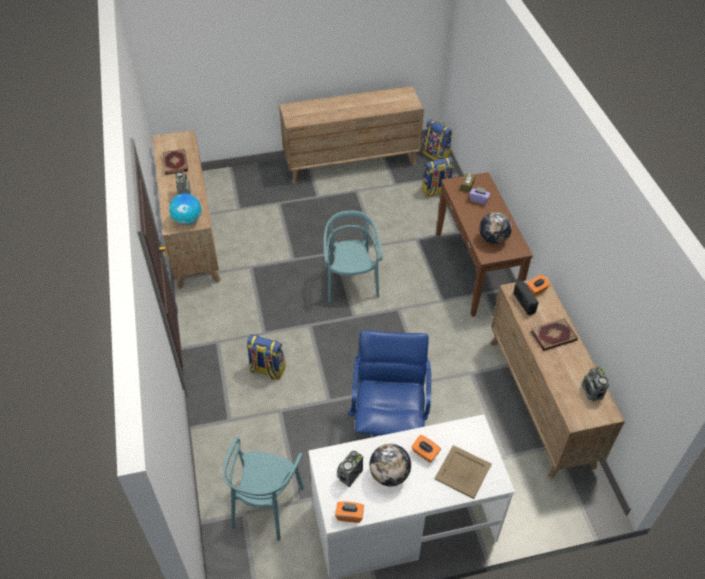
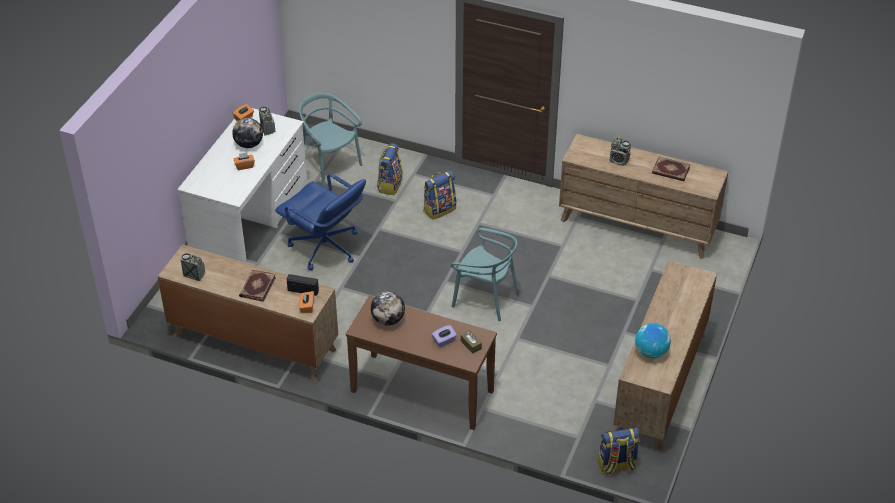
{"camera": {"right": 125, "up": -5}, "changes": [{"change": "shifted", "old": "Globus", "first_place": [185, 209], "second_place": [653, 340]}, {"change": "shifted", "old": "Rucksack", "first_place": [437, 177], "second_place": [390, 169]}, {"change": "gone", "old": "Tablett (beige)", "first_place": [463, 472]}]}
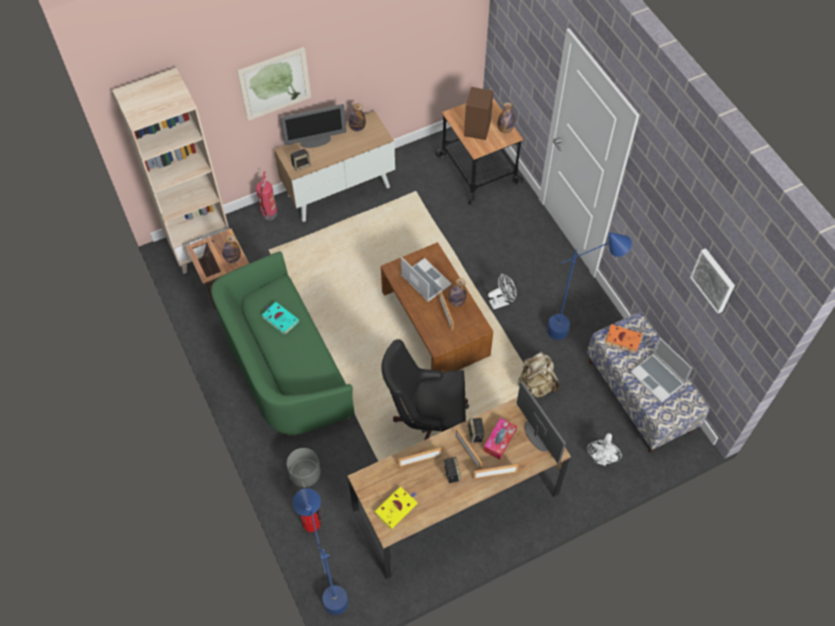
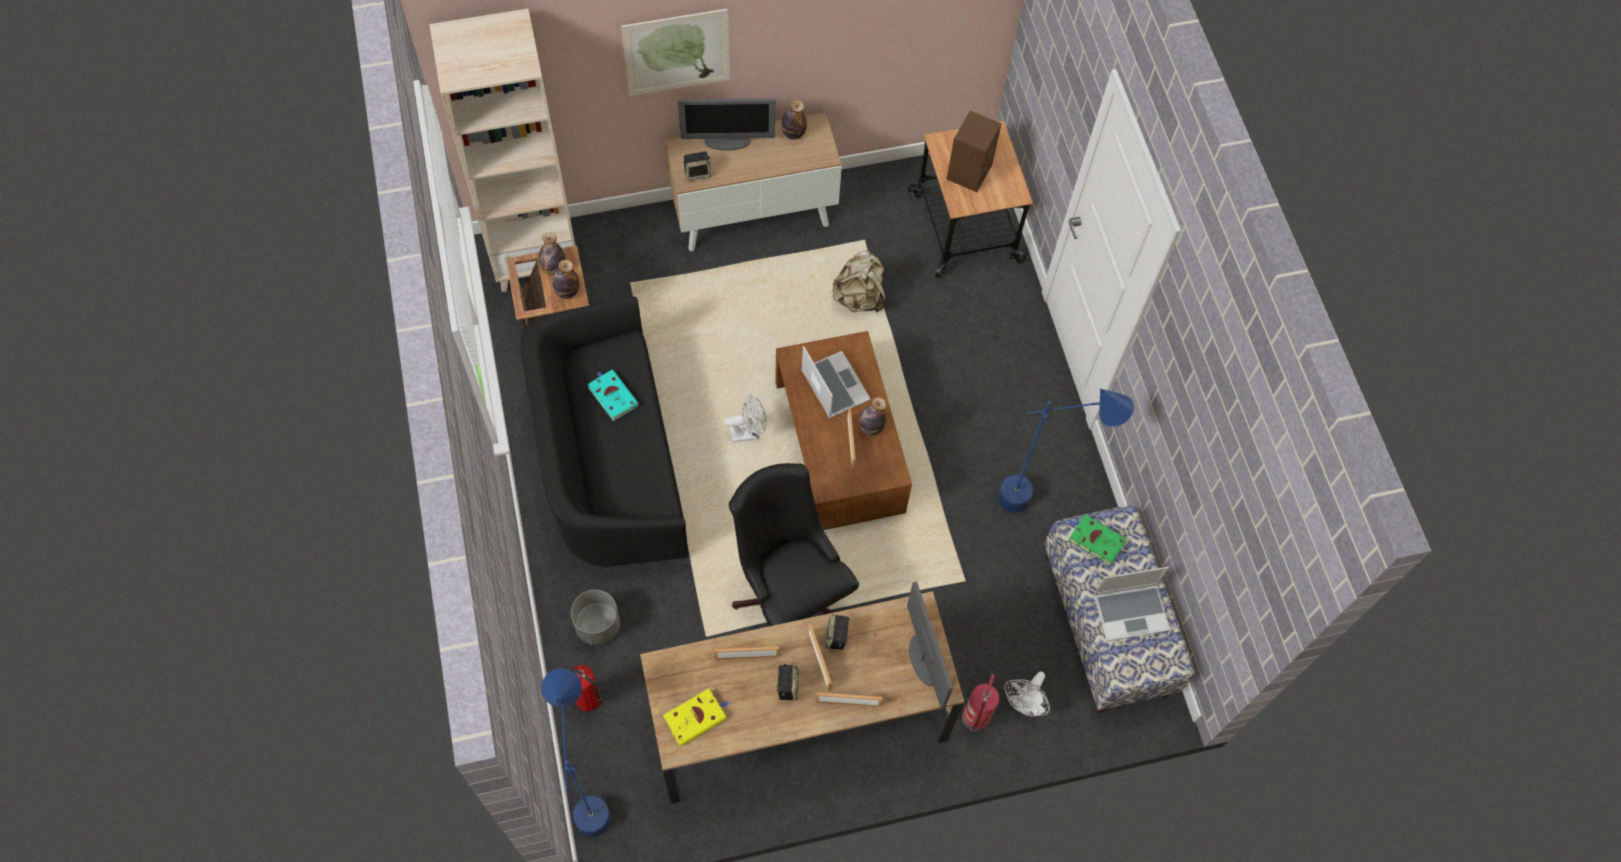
{"camera": {"right": 10, "up": 5}, "changes": [{"change": "repainted", "old": "Sofa (grün)", "new": "Sofa (schwarz)", "first_place": [283, 343], "second_place": [604, 432]}, {"change": "shifted", "old": "Feuerlöscher", "first_place": [266, 196], "second_place": [980, 703]}, {"change": "rotated", "old": "Bürostuhl (schwarz)", "first_place": [425, 389], "second_place": [794, 544], "degrees": 45}, {"change": "gone", "old": "Taschentuchbox", "first_place": [500, 438]}, {"change": "shifted", "old": "Ventilator (weiß)", "first_place": [502, 291], "second_place": [745, 418]}, {"change": "shifted", "old": "Flasche", "first_place": [506, 117], "second_place": [552, 253]}, {"change": "shifted", "old": "Rucksack (beige)", "first_place": [538, 375], "second_place": [859, 281]}, {"change": "repainted", "old": "Buch (orange)", "new": "Buch (grün)", "first_place": [621, 338], "second_place": [1097, 540]}, {"change": "rotated", "old": "Laptop", "first_place": [661, 370], "second_place": [1132, 604], "degrees": -75}, {"change": "gone", "old": "Bild", "first_place": [712, 281]}]}
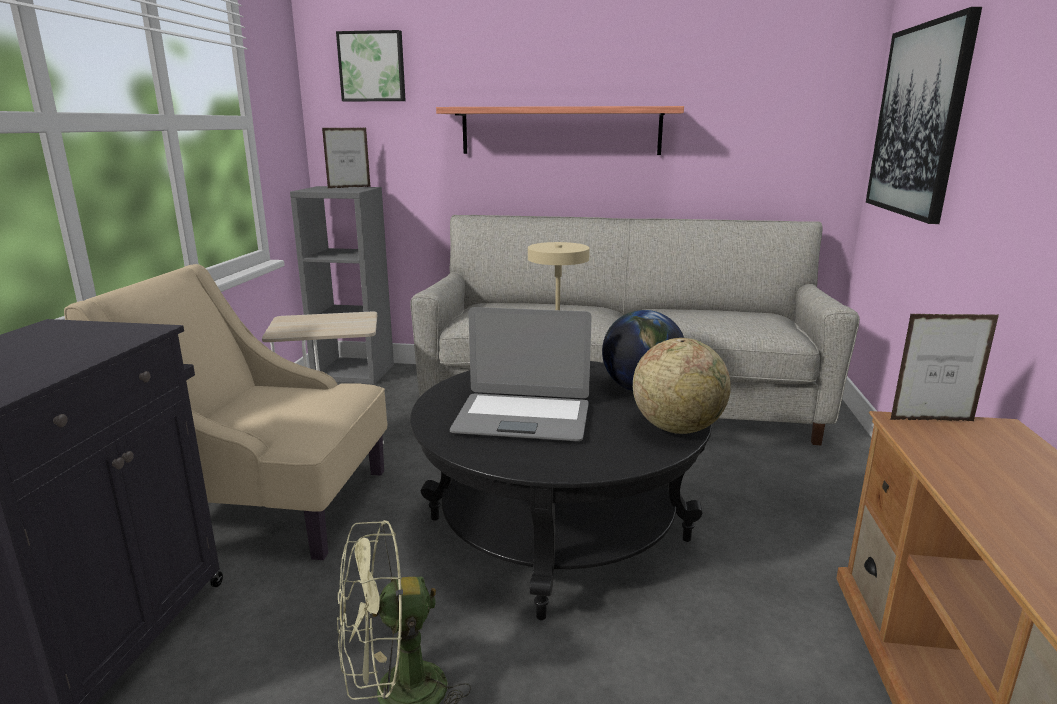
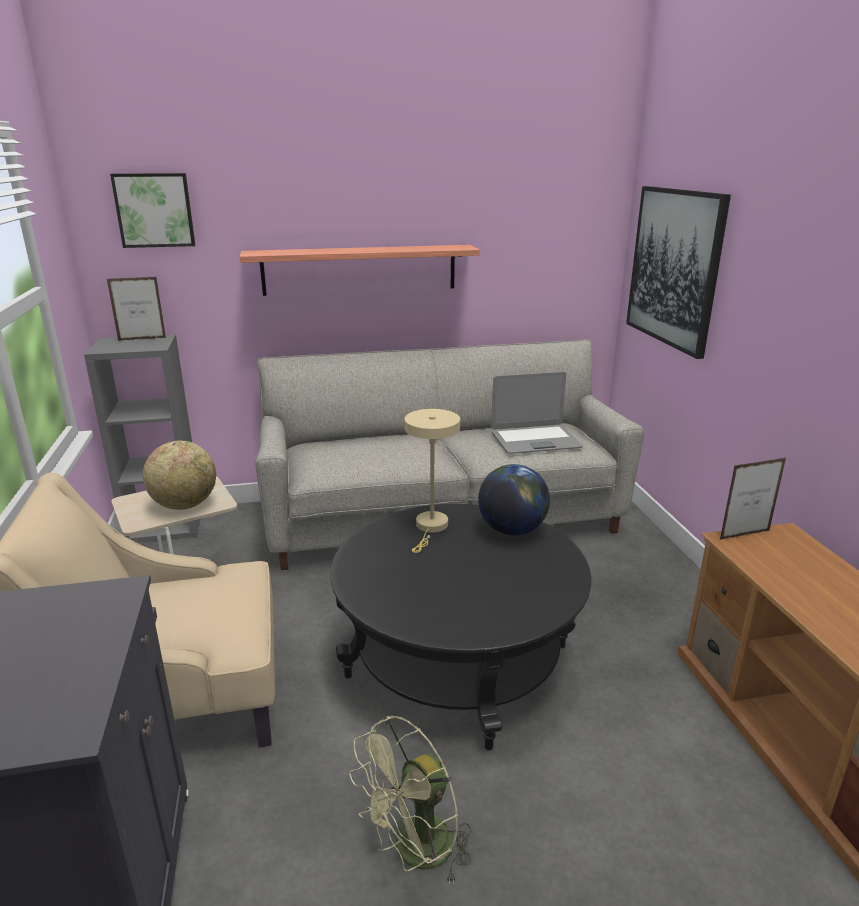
{"camera": {"right": -20, "up": 5}, "changes": [{"change": "rotated", "old": "Bilderrahmen", "first_place": [346, 158], "second_place": [136, 309], "degrees": -150}, {"change": "shifted", "old": "Laptop", "first_place": [521, 374], "second_place": [537, 413]}, {"change": "shifted", "old": "Globus", "first_place": [682, 386], "second_place": [179, 475]}]}
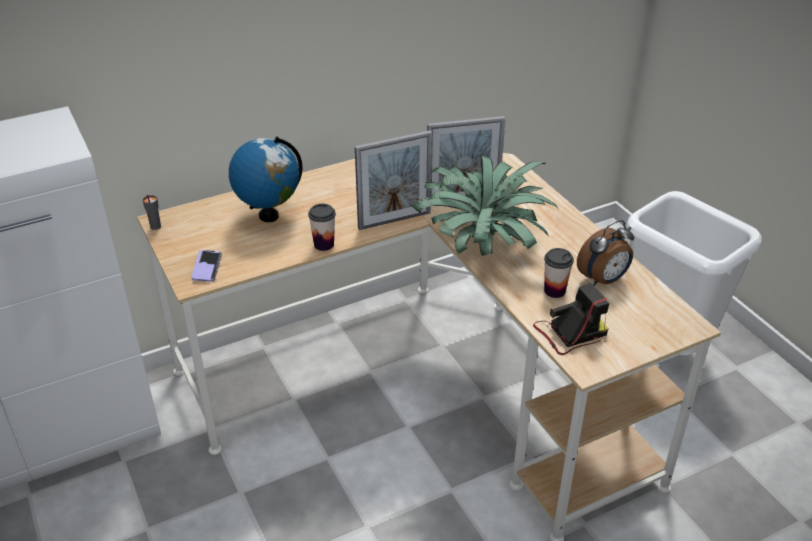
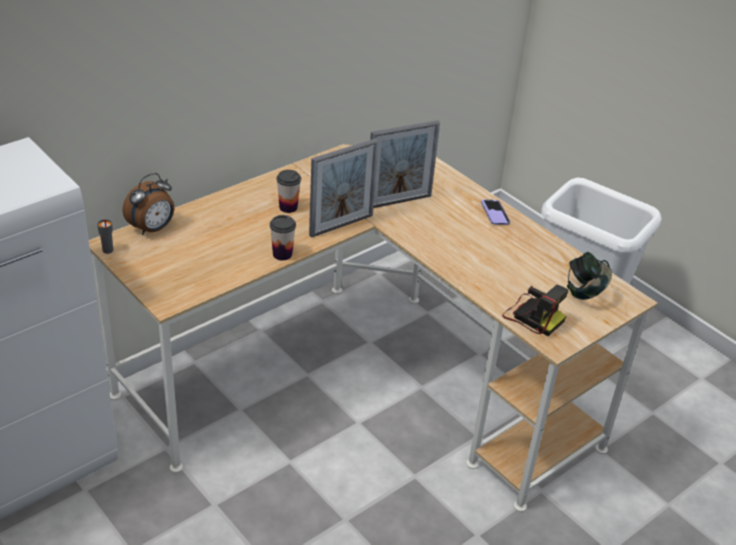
{"camera": {"right": -15, "up": 0}, "changes": [{"change": "shifted", "old": "Handy", "first_place": [206, 266], "second_place": [495, 212]}, {"change": "gone", "old": "Globus", "first_place": [266, 179]}, {"change": "gone", "old": "Topfpflanze", "first_place": [485, 205]}, {"change": "rotated", "old": "Kamera", "first_place": [571, 319], "second_place": [535, 310], "degrees": 75}, {"change": "shifted", "old": "Tasse", "first_place": [559, 273], "second_place": [288, 191]}, {"change": "shifted", "old": "Wecker", "first_place": [605, 253], "second_place": [149, 204]}, {"change": "new", "new": "Kopfhörer", "second_place": [589, 276]}]}
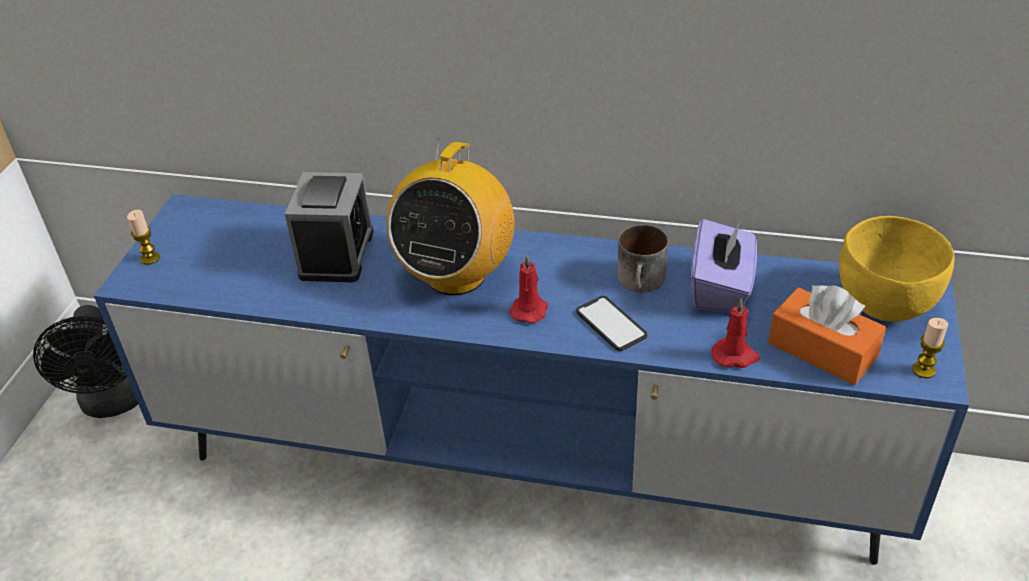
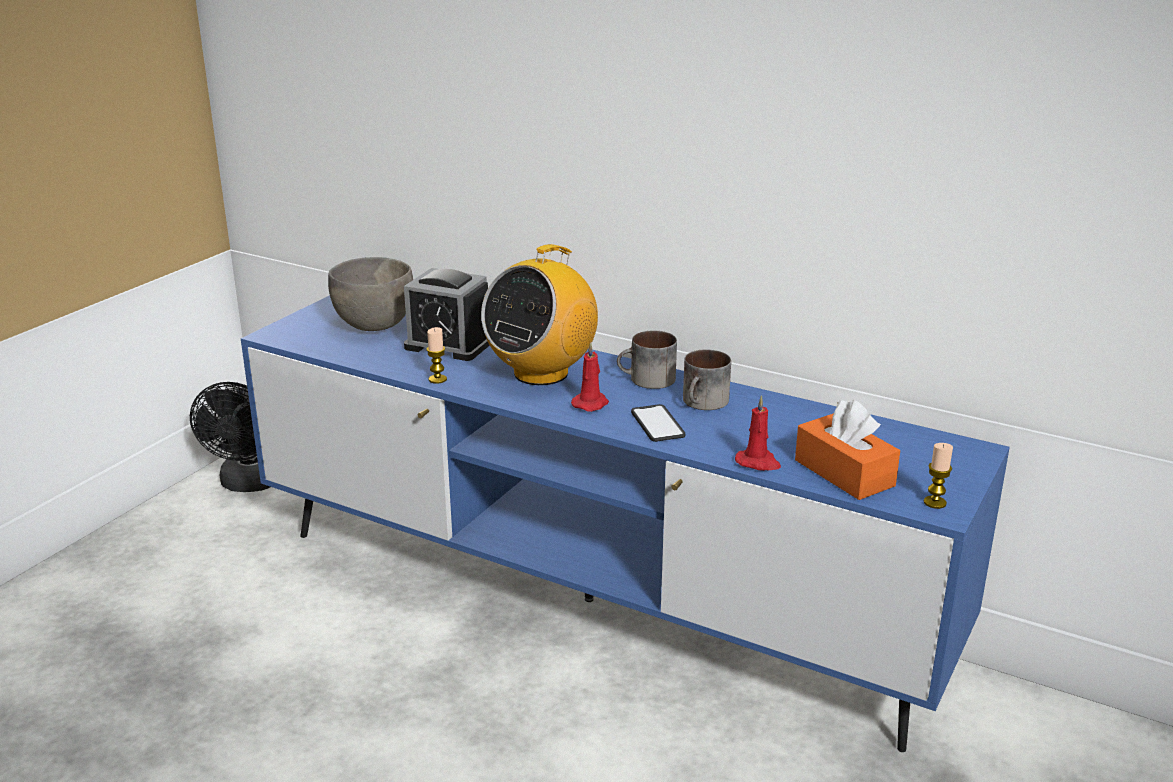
{"camera": {"right": 15, "up": -15}, "changes": [{"change": "shifted", "old": "Kerze", "first_place": [143, 237], "second_place": [436, 355]}, {"change": "rotated", "old": "Wecker", "first_place": [329, 227], "second_place": [447, 314], "degrees": 90}, {"change": "gone", "old": "Taschentuchbox (lila)", "first_place": [724, 266]}, {"change": "gone", "old": "Schüssel (gelb)", "first_place": [897, 269]}, {"change": "new", "new": "Schüssel (grau)", "second_place": [370, 294]}, {"change": "new", "new": "Henkelbecher", "second_place": [647, 360]}]}
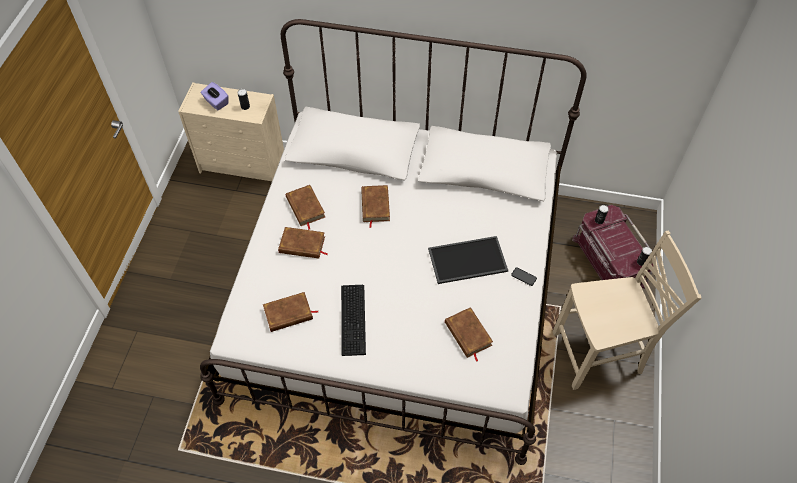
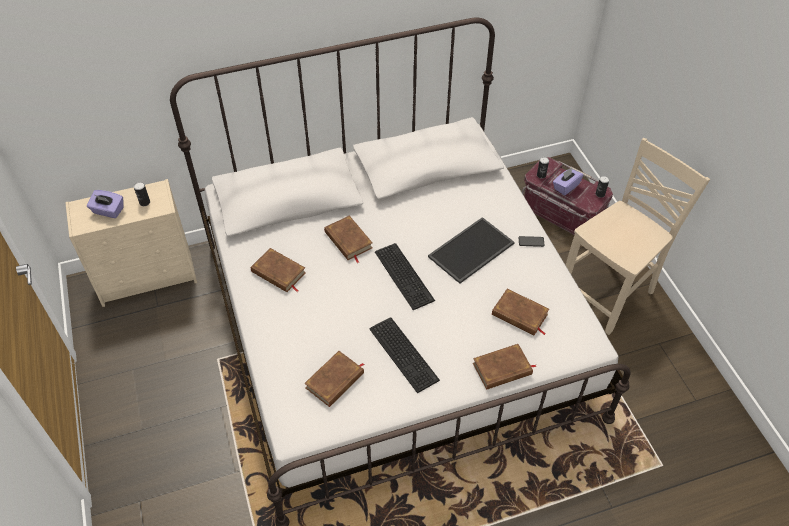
{"camera": {"right": -30, "up": -5}, "changes": [{"change": "shifted", "old": "Buch (braun)", "first_place": [303, 243], "second_place": [505, 367]}, {"change": "new", "new": "Tastatur", "second_place": [405, 276]}, {"change": "new", "new": "Taschentuchbox (lila)", "second_place": [568, 181]}]}
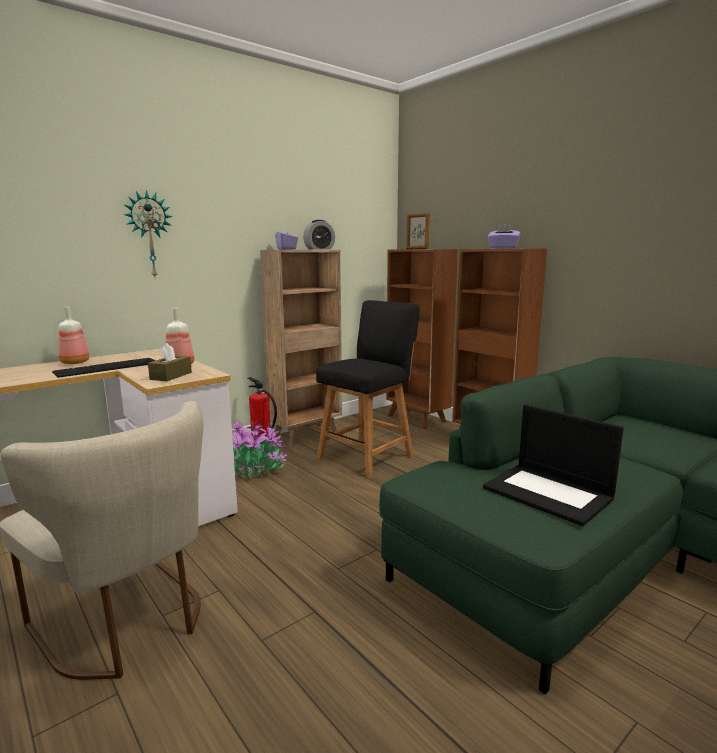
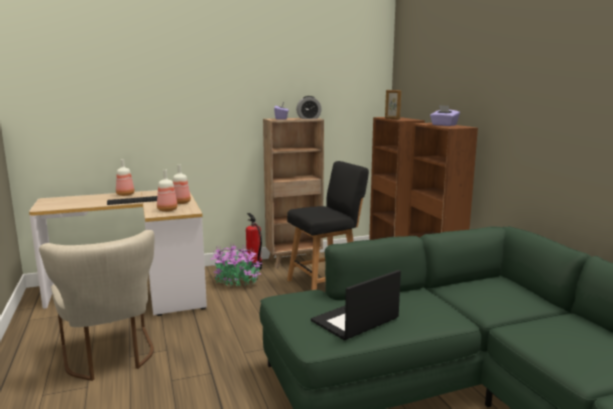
{"camera": {"right": 20, "up": 0}, "changes": [{"change": "gone", "old": "Wanduhr", "first_place": [148, 233]}, {"change": "swapped", "old": "Taschentuchbox (braun)", "new": "Flasche", "first_place": [170, 362], "second_place": [167, 191]}, {"change": "rotated", "old": "Laptop", "first_place": [553, 465], "second_place": [356, 305], "degrees": 75}]}
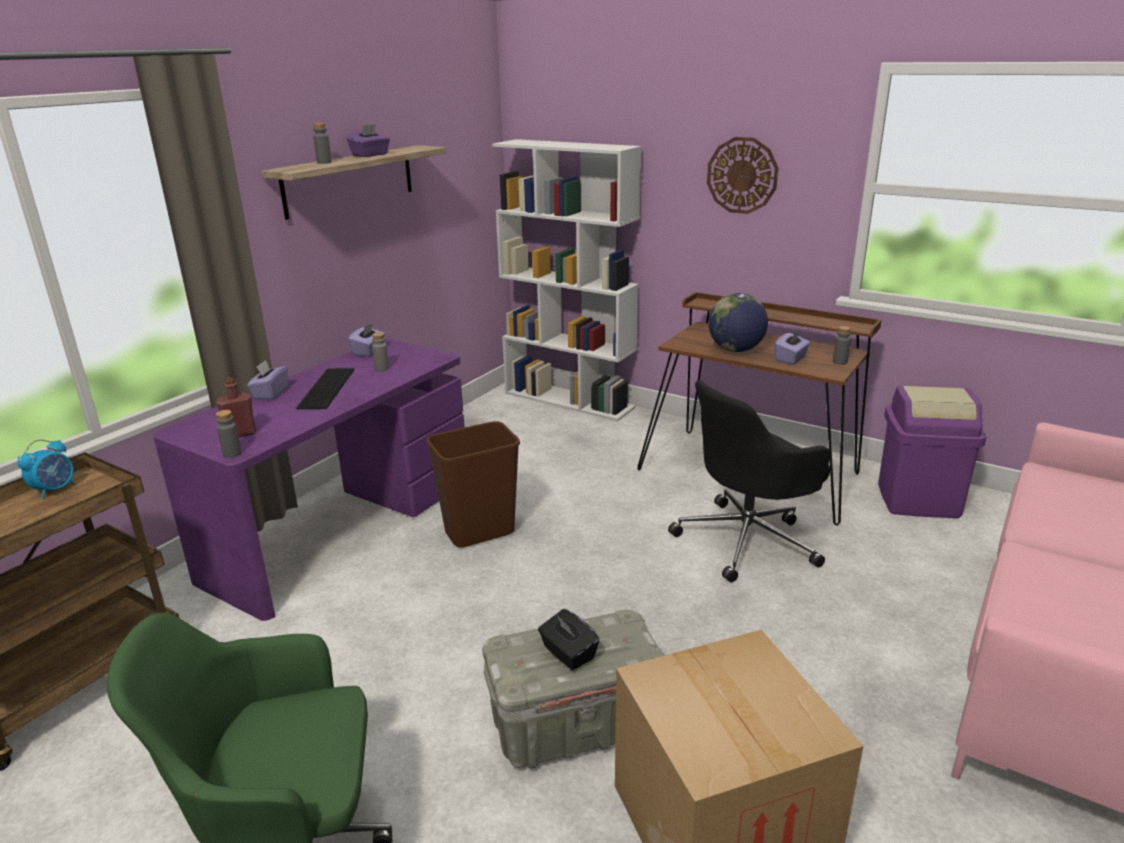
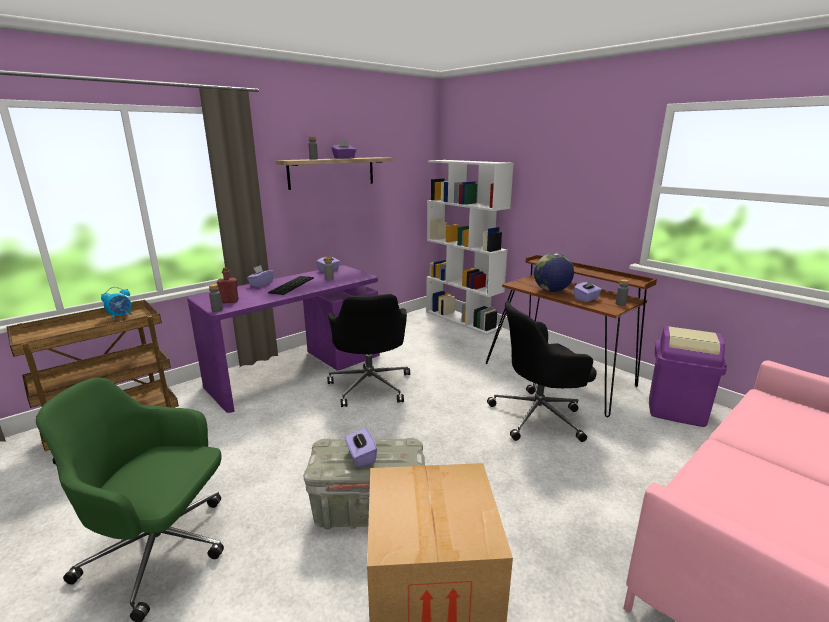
{"camera": {"right": 15, "up": -5}, "changes": [{"change": "swapped", "old": "Mülleimer (braun)", "new": "Bürostuhl (schwarz)", "first_place": [473, 484], "second_place": [368, 350]}, {"change": "repainted", "old": "Taschentuchbox (schwarz)", "new": "Taschentuchbox (lila)", "first_place": [569, 639], "second_place": [361, 448]}, {"change": "gone", "old": "Wanduhr", "first_place": [742, 175]}]}
